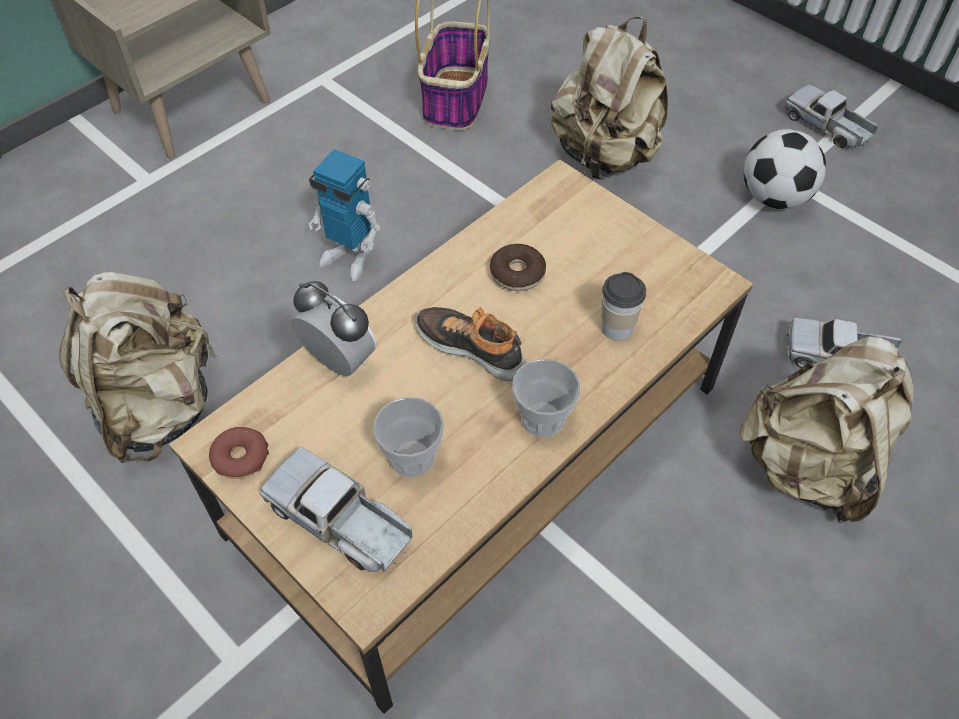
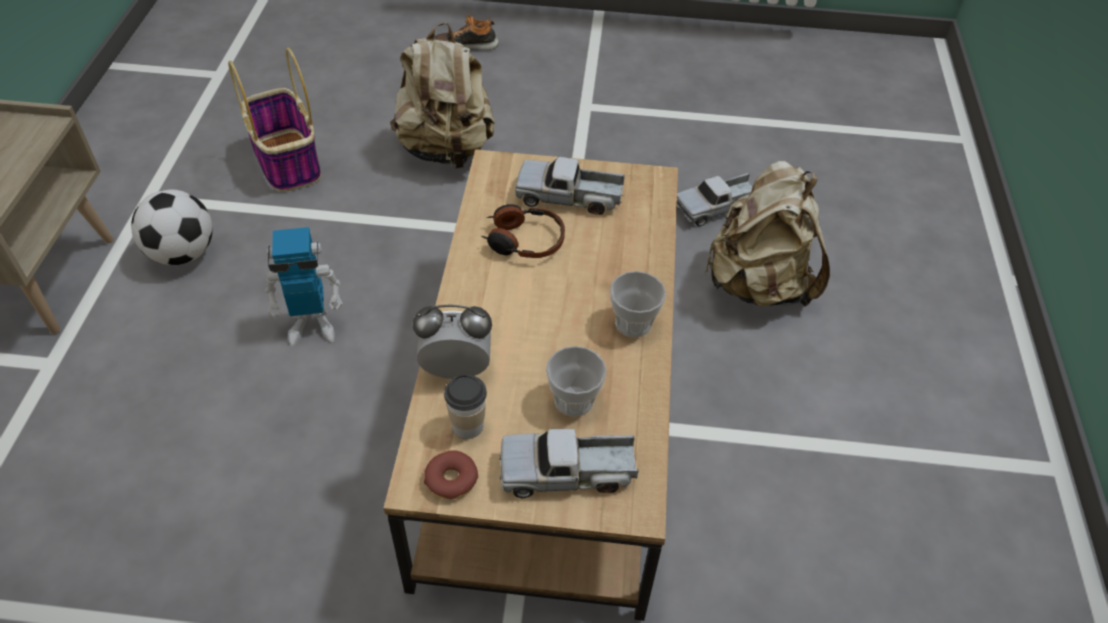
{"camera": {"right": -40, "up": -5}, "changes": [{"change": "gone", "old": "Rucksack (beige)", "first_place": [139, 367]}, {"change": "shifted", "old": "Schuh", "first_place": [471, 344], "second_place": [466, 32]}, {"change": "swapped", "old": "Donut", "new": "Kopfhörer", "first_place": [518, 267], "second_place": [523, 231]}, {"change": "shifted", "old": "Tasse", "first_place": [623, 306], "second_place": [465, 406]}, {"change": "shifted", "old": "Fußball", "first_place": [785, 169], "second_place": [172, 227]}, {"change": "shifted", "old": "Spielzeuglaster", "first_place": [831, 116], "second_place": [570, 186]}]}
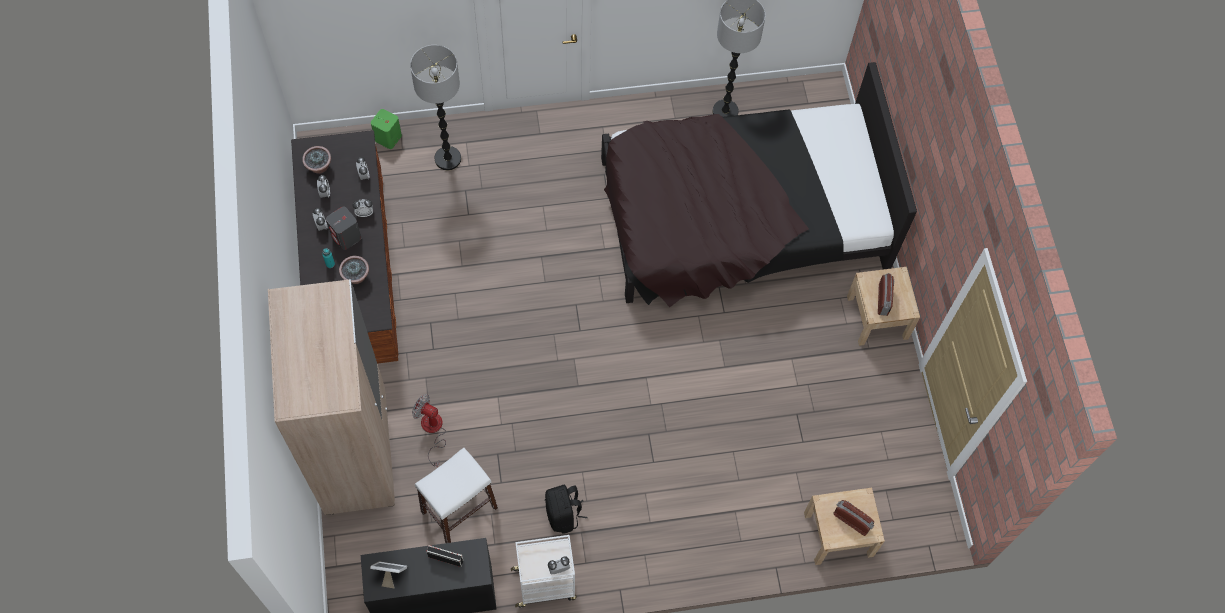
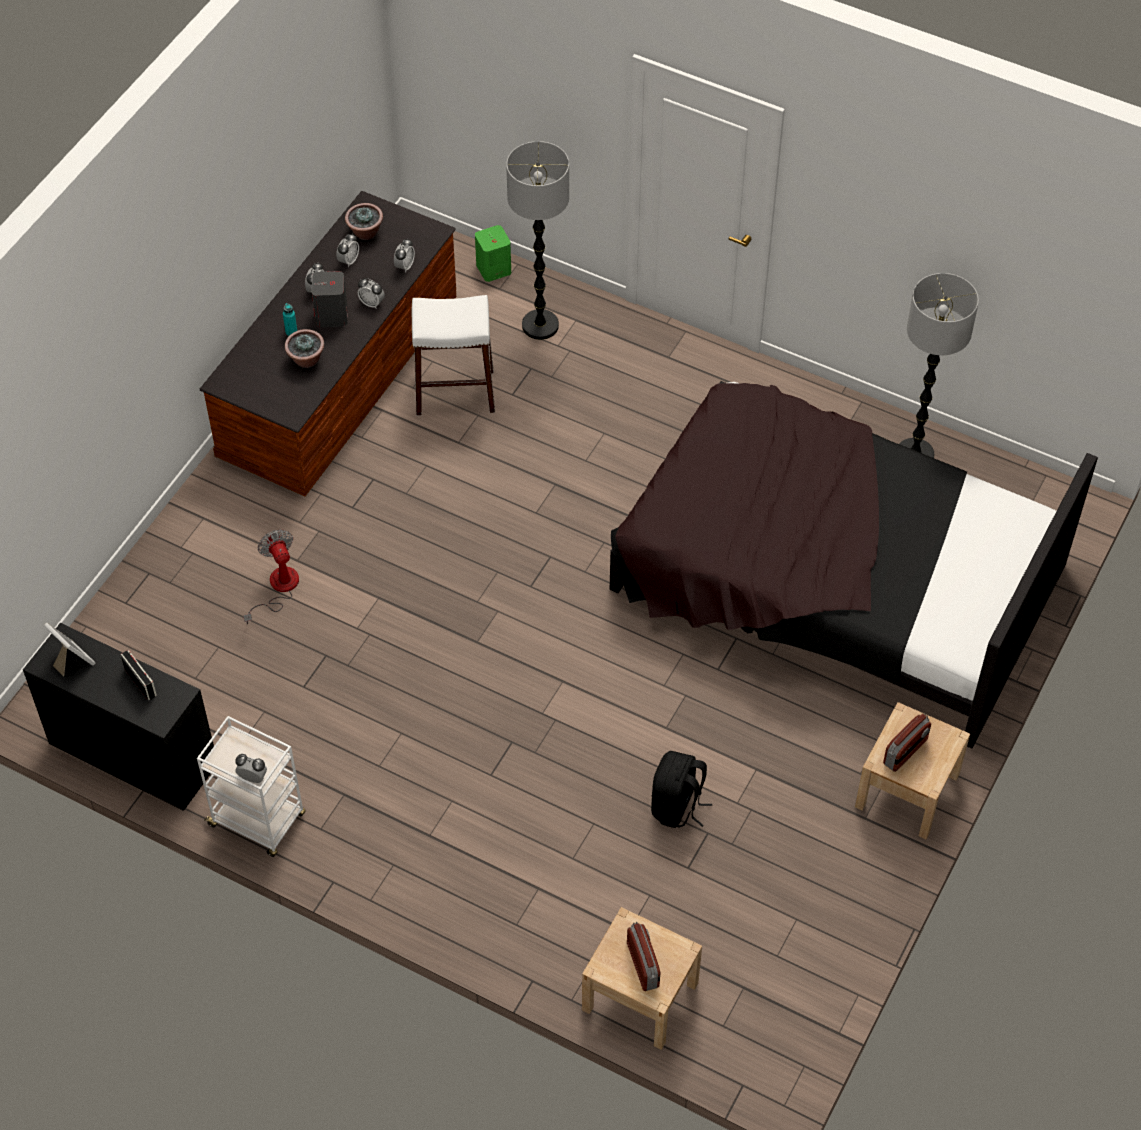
{"camera": {"right": 40, "up": -10}, "changes": [{"change": "gone", "old": "Kleiderschrank (beige)", "first_place": [331, 397]}, {"change": "shifted", "old": "Hocker (weiß)", "first_place": [456, 495], "second_place": [453, 355]}, {"change": "shifted", "old": "Rucksack (schwarz)", "first_place": [566, 509], "second_place": [681, 789]}]}
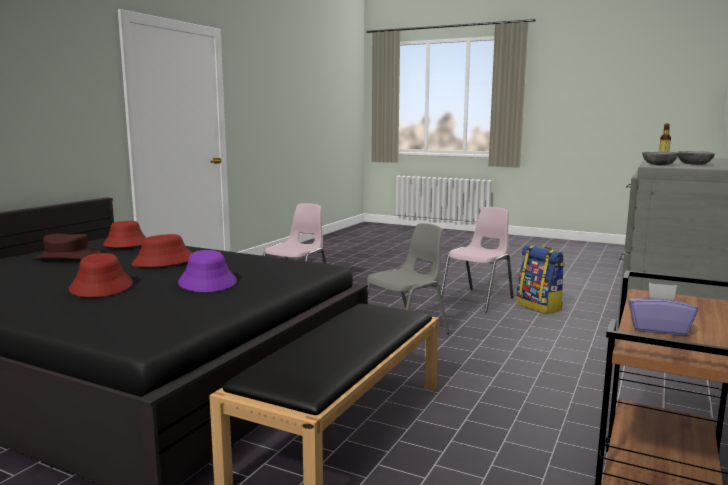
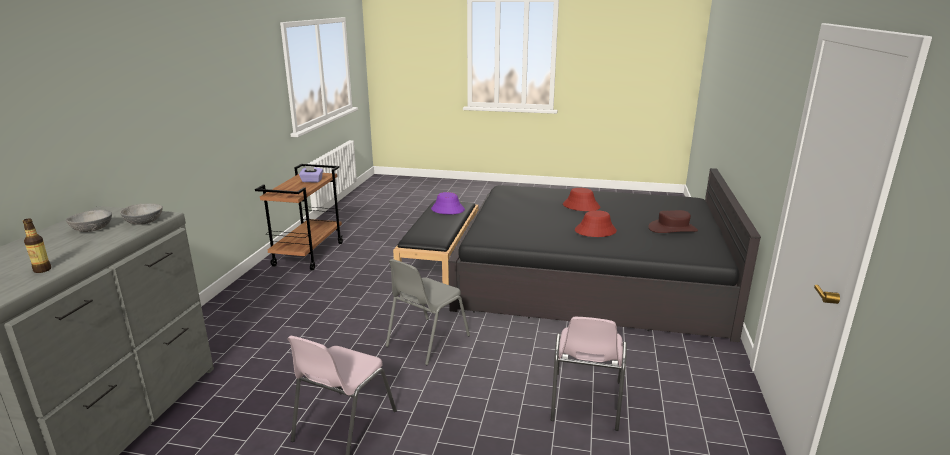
{"camera": {"right": 165, "up": 10}, "changes": [{"change": "gone", "old": "Hut (rot)", "first_place": [124, 234]}, {"change": "shifted", "old": "Hut (lila)", "first_place": [207, 271], "second_place": [448, 203]}, {"change": "gone", "old": "Rucksack", "first_place": [541, 279]}]}
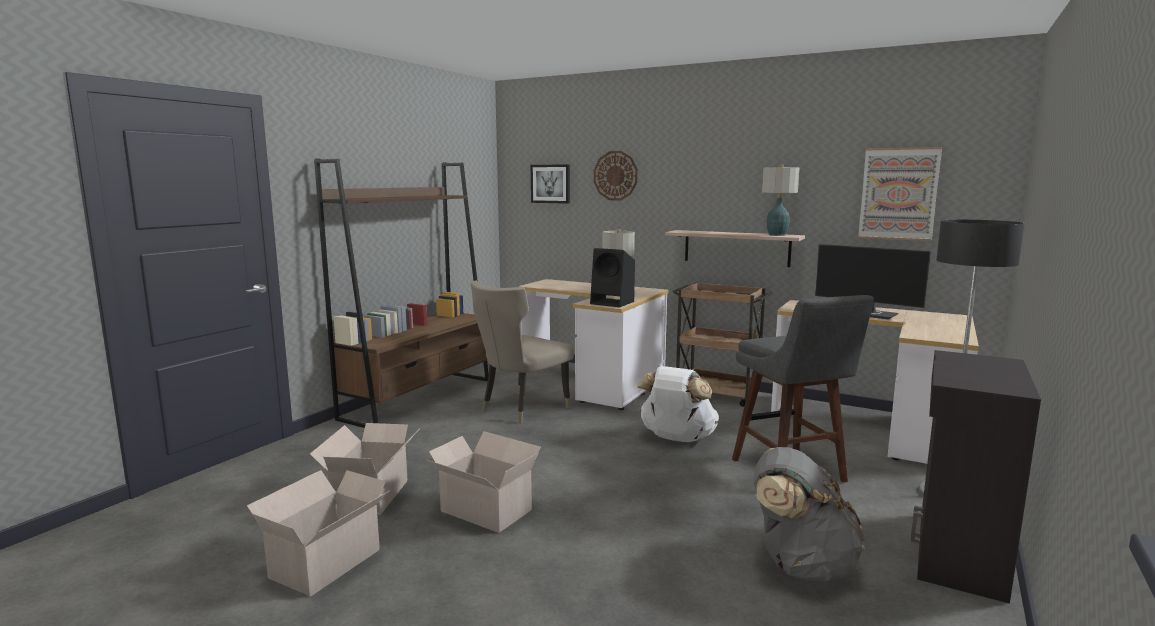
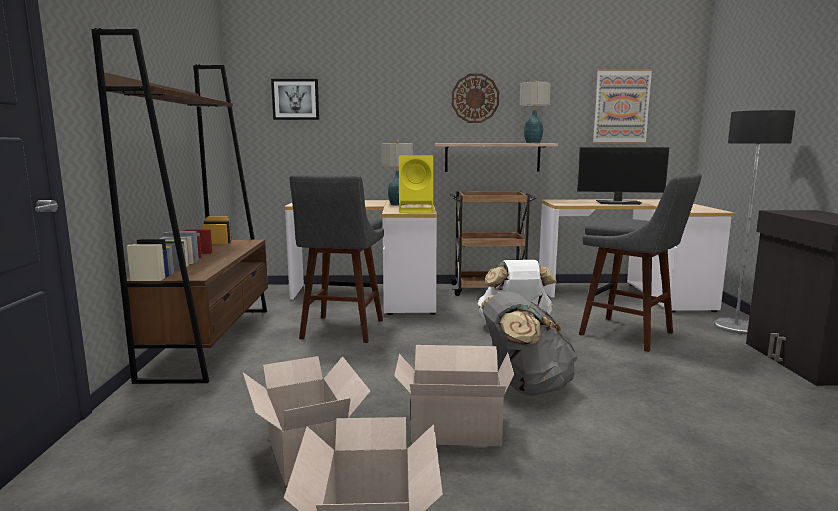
{"camera": {"right": -30, "up": 0}, "changes": [{"change": "swapped", "old": "Stuhl (beige)", "new": "Hocker (grau)", "first_place": [522, 352], "second_place": [336, 258]}, {"change": "repainted", "old": "Lautsprecher (schwarz)", "new": "Lautsprecher (gelb)", "first_place": [612, 277], "second_place": [416, 184]}, {"change": "shifted", "old": "Wanduhr", "first_place": [616, 176], "second_place": [475, 98]}, {"change": "shifted", "old": "Rucksack (grau)", "first_place": [809, 514], "second_place": [529, 343]}]}
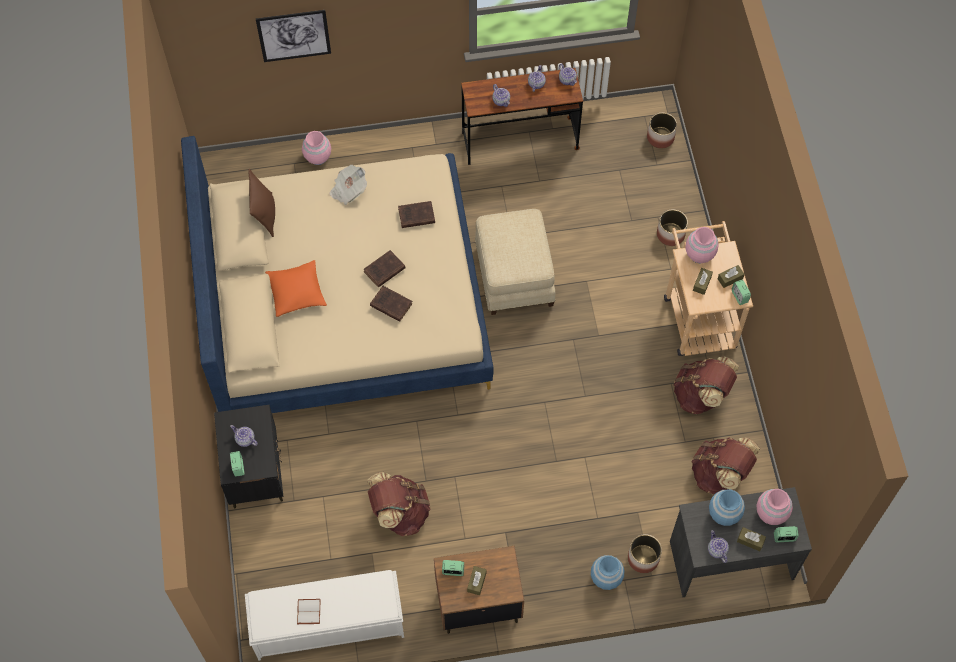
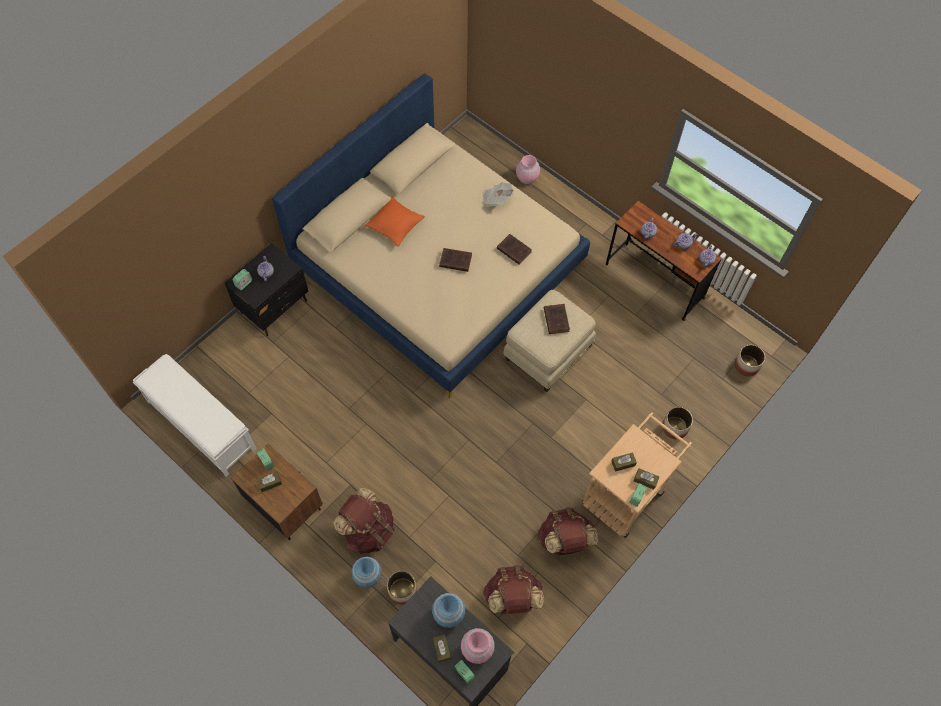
{"camera": {"right": 50, "up": 0}, "changes": [{"change": "gone", "old": "Kissen (braun)", "first_place": [261, 203]}, {"change": "gone", "old": "Bild", "first_place": [293, 36]}, {"change": "gone", "old": "Buch (weiß)", "first_place": [309, 611]}, {"change": "shifted", "old": "Rucksack (braun)", "first_place": [399, 504], "second_place": [364, 521]}, {"change": "shifted", "old": "Buch (braun)", "first_place": [391, 304], "second_place": [557, 319]}, {"change": "gone", "old": "Vase (rosa)", "first_place": [702, 245]}, {"change": "gone", "old": "Teekanne", "first_place": [718, 546]}]}
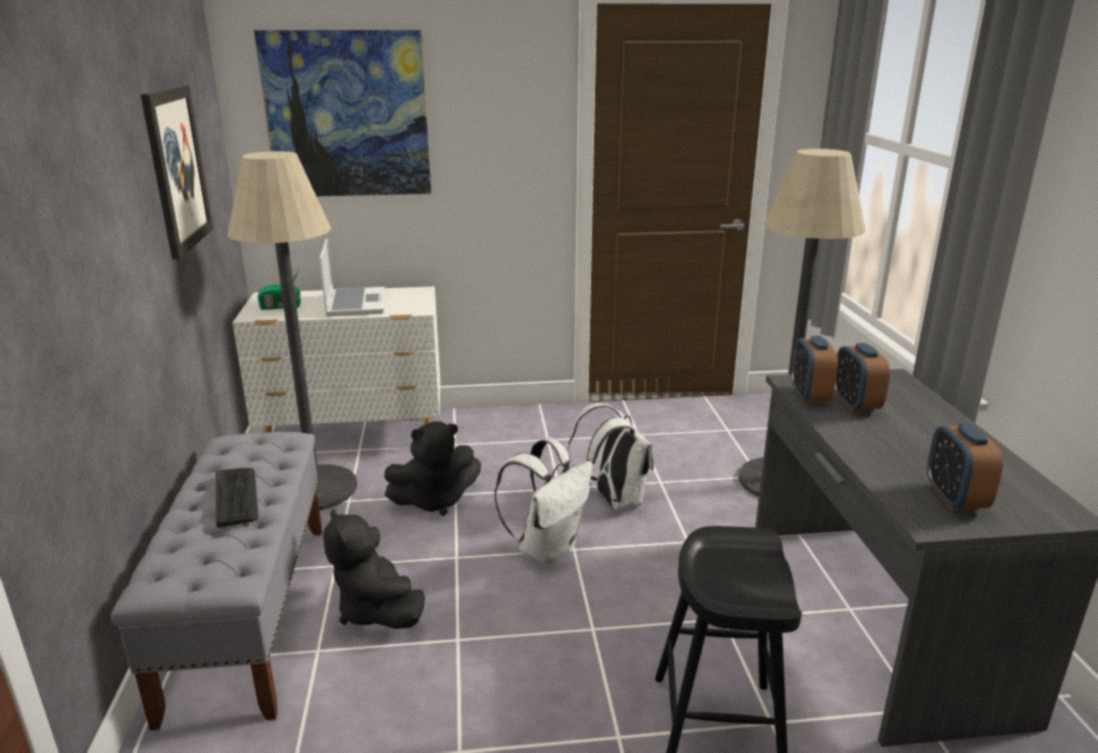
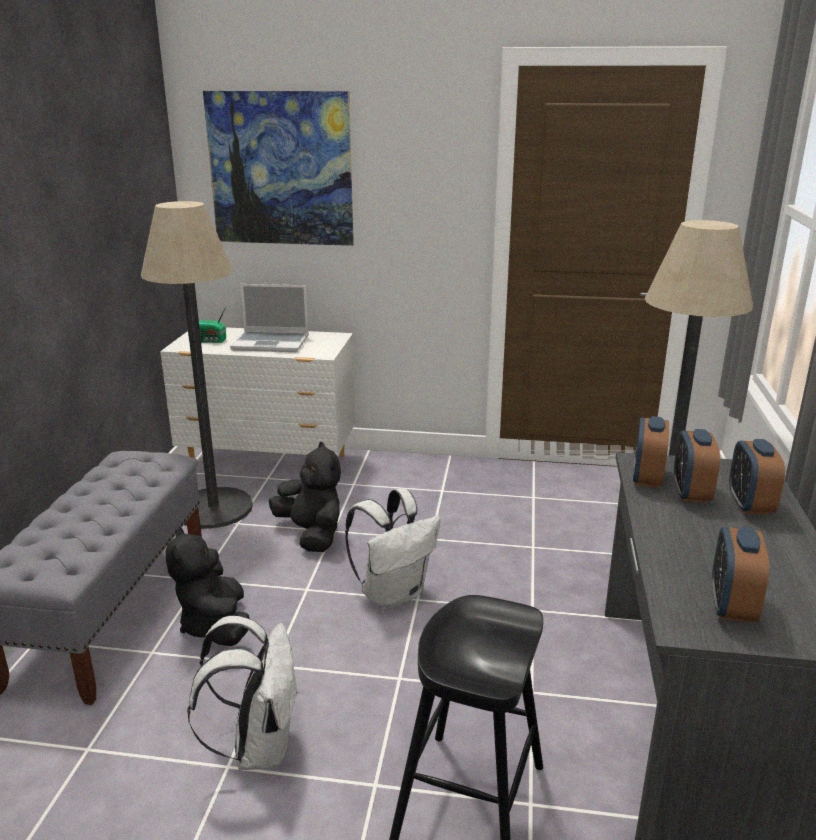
{"camera": {"right": 15, "up": 0}, "changes": [{"change": "gone", "old": "Bild", "first_place": [177, 172]}, {"change": "gone", "old": "Tastatur", "first_place": [237, 498]}, {"change": "rotated", "old": "Laptop", "first_place": [352, 277], "second_place": [269, 318], "degrees": 90}, {"change": "rotated", "old": "Plüschtier (schwarz)", "first_place": [432, 468], "second_place": [305, 497], "degrees": -120}, {"change": "shifted", "old": "Rucksack (weiß)", "first_place": [611, 456], "second_place": [243, 693]}, {"change": "new", "new": "Wecker", "second_place": [757, 477]}]}
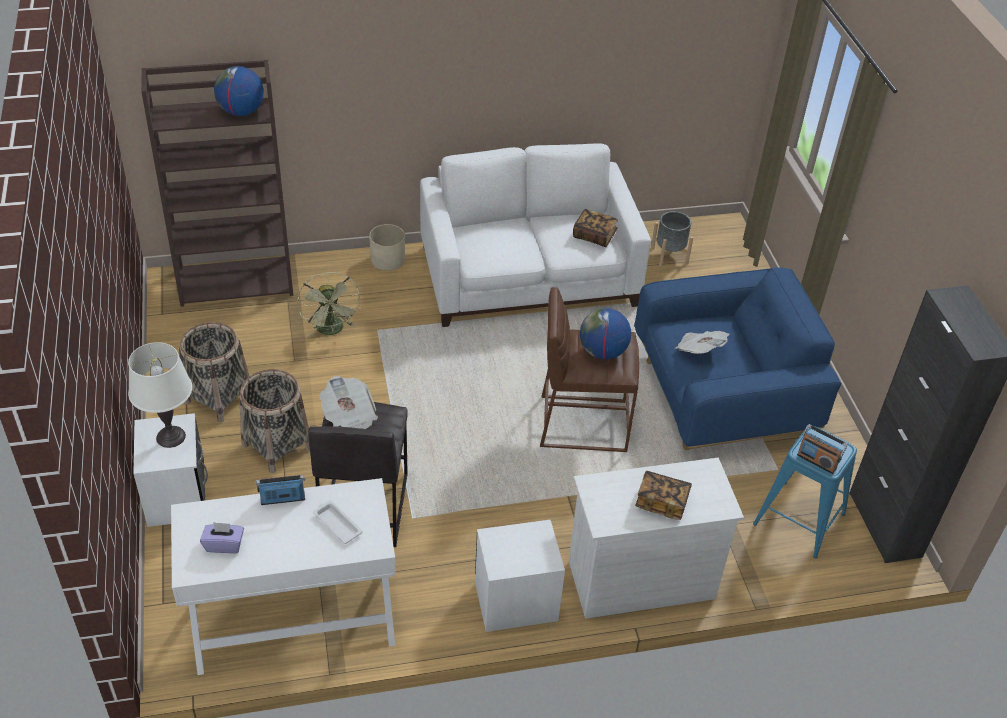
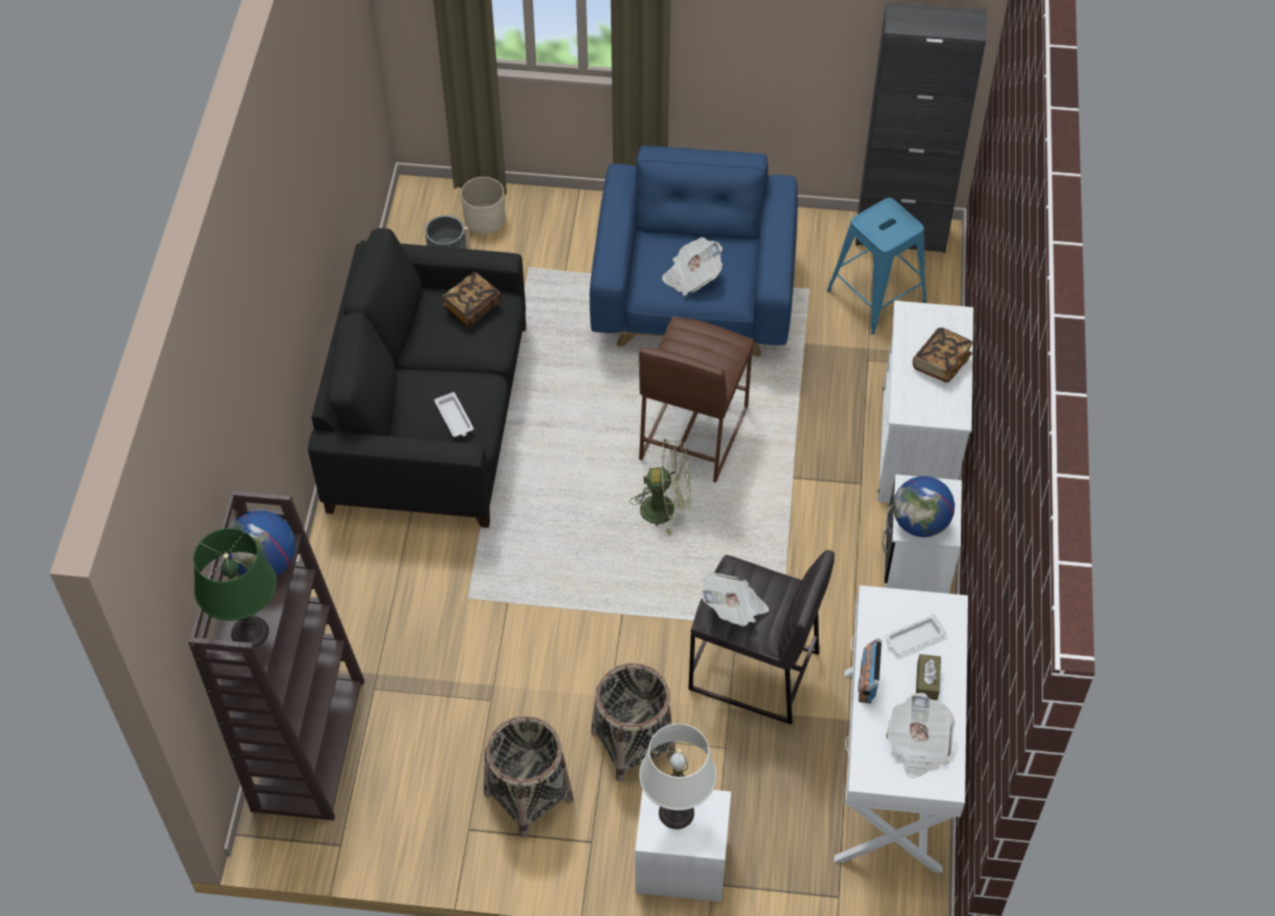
{"camera": {"right": -70, "up": 10}, "changes": [{"change": "swapped", "old": "Taschentuchbox (lila)", "new": "Zeitung", "first_place": [222, 538], "second_place": [920, 736]}, {"change": "shifted", "old": "Ventilator (grün)", "first_place": [328, 305], "second_place": [660, 487]}, {"change": "shifted", "old": "Pflanzkübel (beige)", "first_place": [387, 247], "second_place": [483, 205]}, {"change": "repainted", "old": "Sofa (weiß)", "new": "Sofa (schwarz)", "first_place": [535, 235], "second_place": [417, 378]}, {"change": "shifted", "old": "Globus", "first_place": [605, 334], "second_place": [924, 506]}, {"change": "gone", "old": "Radio", "first_place": [822, 449]}, {"change": "new", "new": "Tischlampe (grün)", "second_place": [234, 587]}, {"change": "new", "new": "Tablett (weiß)", "second_place": [454, 414]}, {"change": "new", "new": "Taschentuchbox (braun)", "second_place": [928, 677]}]}
